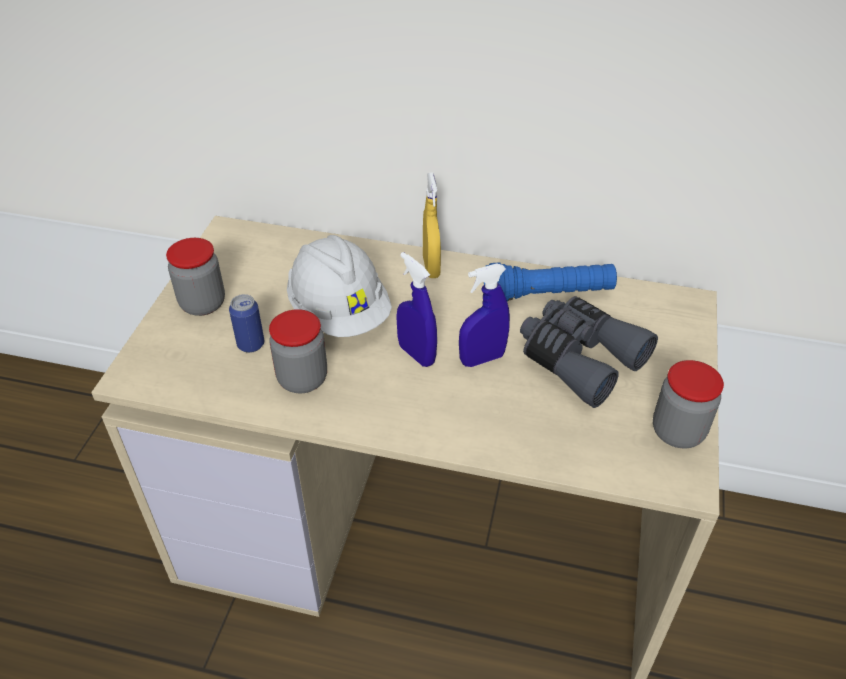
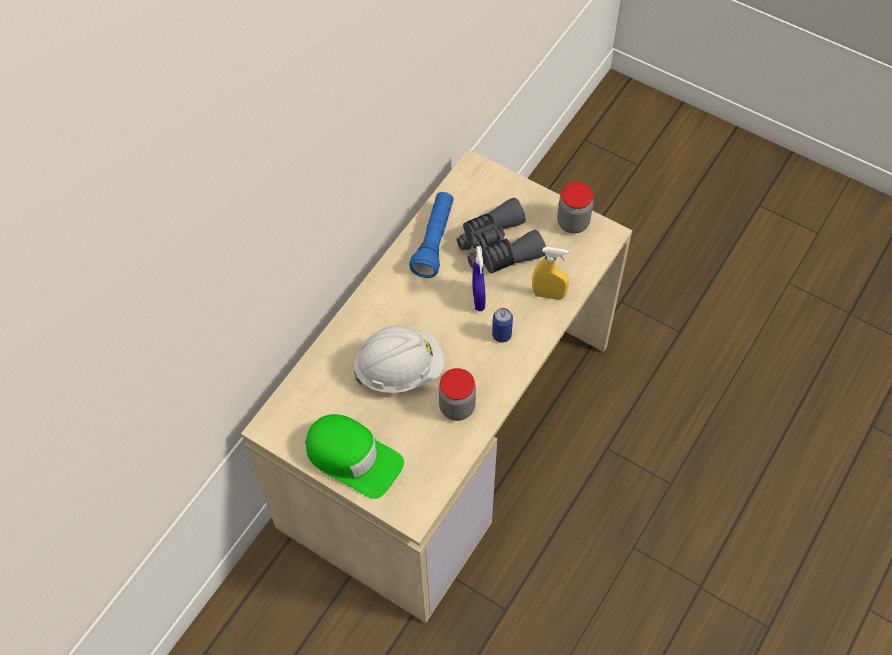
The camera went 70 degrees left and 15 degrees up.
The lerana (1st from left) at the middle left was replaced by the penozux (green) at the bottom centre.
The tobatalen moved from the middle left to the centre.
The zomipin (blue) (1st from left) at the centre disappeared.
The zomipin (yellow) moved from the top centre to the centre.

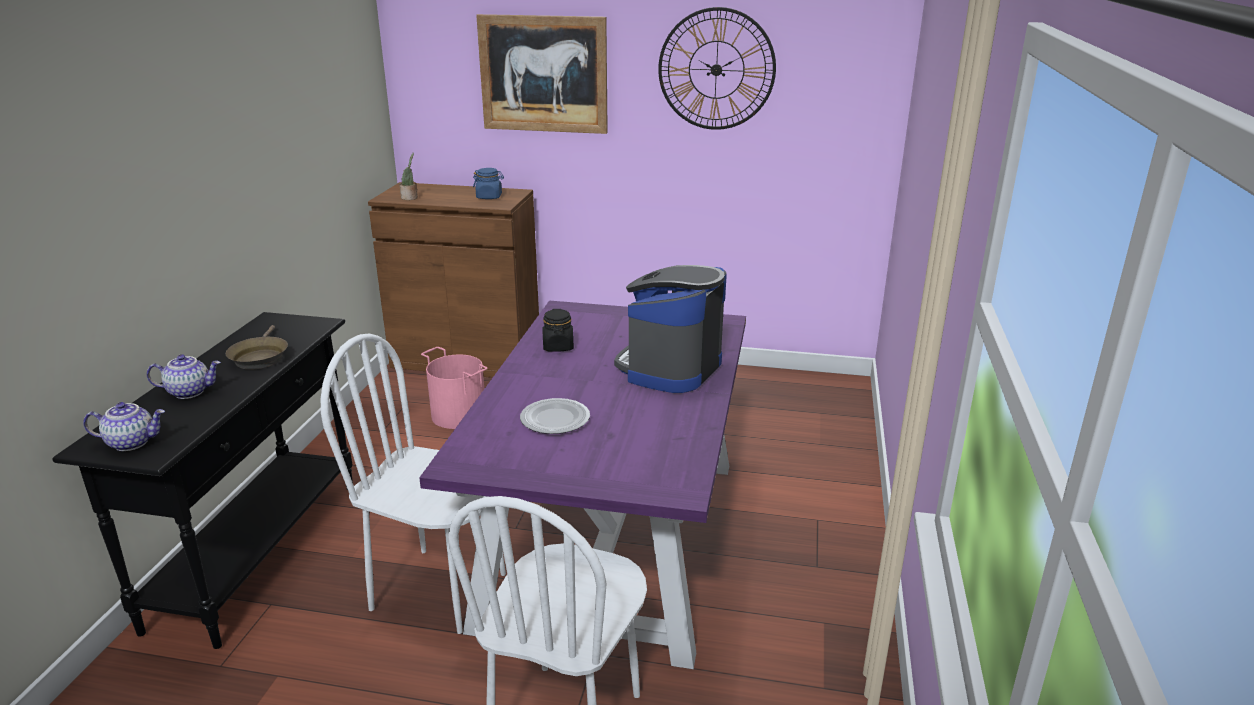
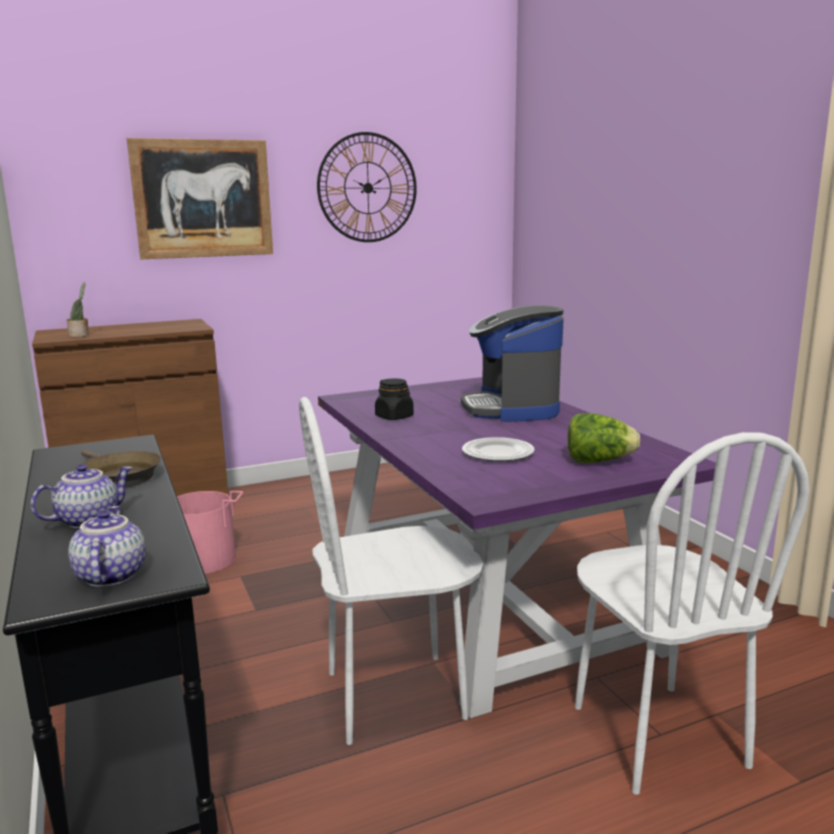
The camera went 35 degrees left and 10 degrees down.
The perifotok (1st from left in the first image) at the middle left turned 60 degrees counterclockwise.
The lerana (blue) at the top centre disappeared.
The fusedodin at the middle right appeared.

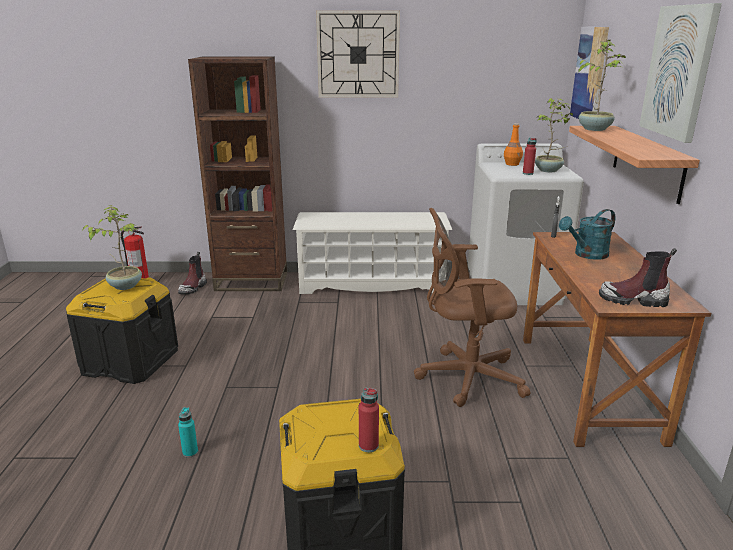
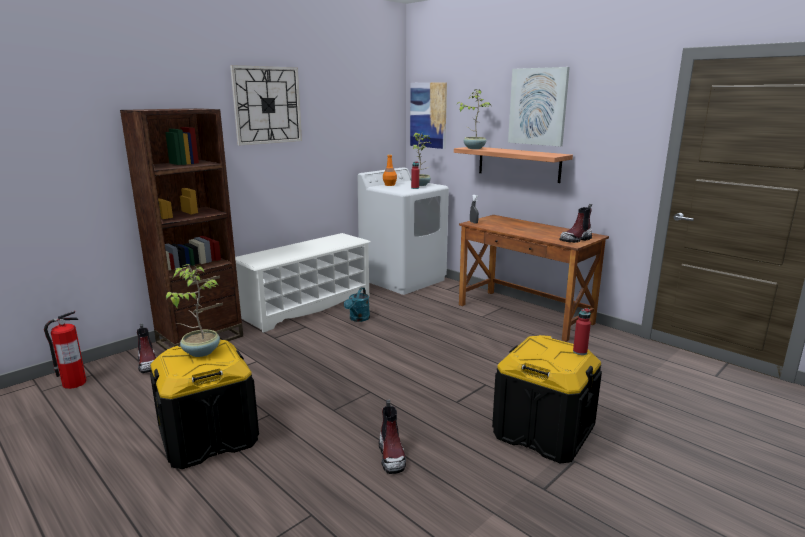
The camera went 45 degrees left and 5 degrees down.
The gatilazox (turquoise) at the bottom left was replaced by the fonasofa (2nd from left) at the bottom centre.
The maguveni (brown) at the centre disappeared.
The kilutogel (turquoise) moved from the middle right to the centre.

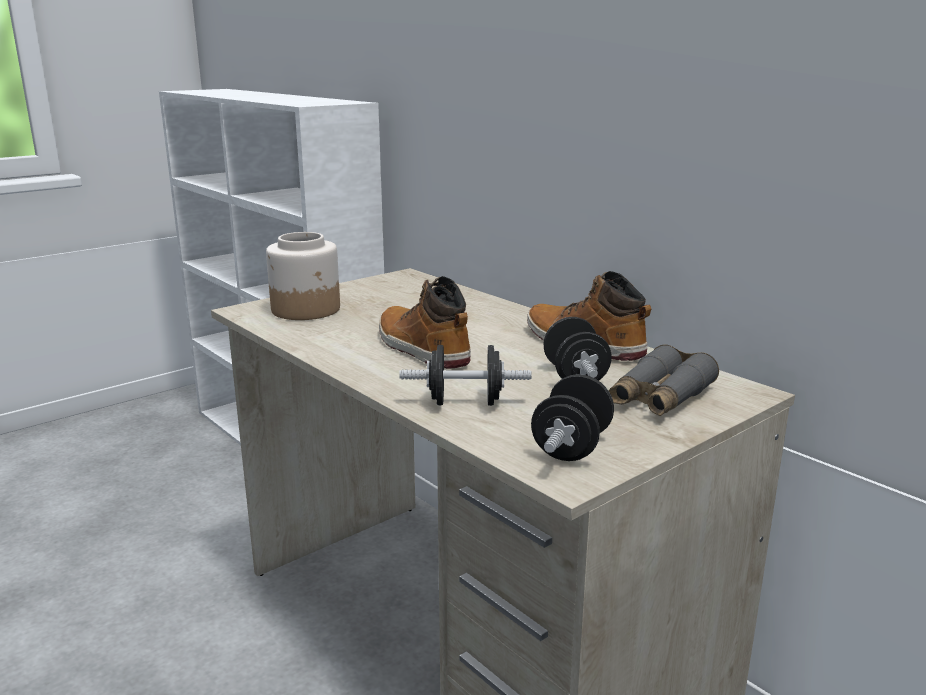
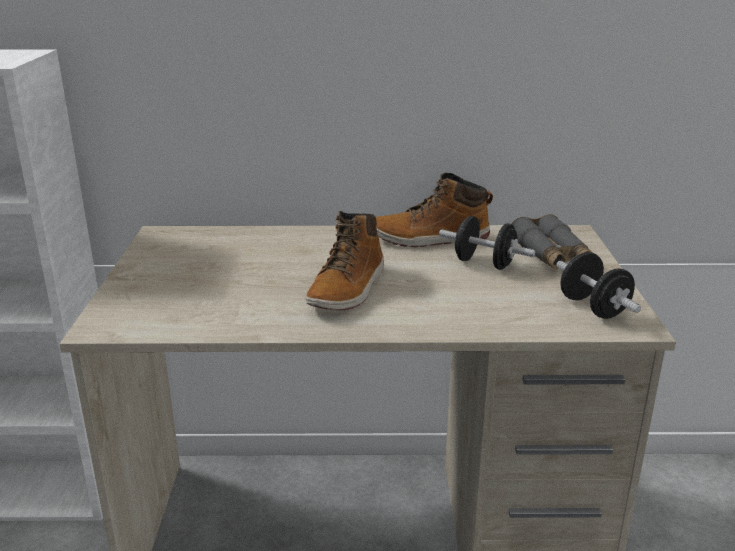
The camera went 50 degrees left and 5 degrees up.
The lerana at the middle left disappeared.
The fonasofa (1st from left) at the centre turned 75 degrees counterclockwise.
The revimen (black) (1st from left) at the centre disappeared.

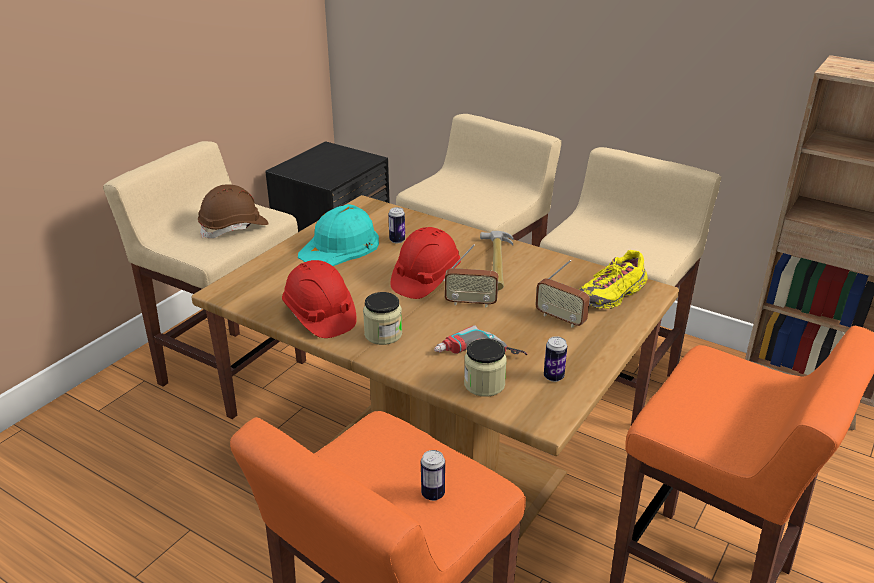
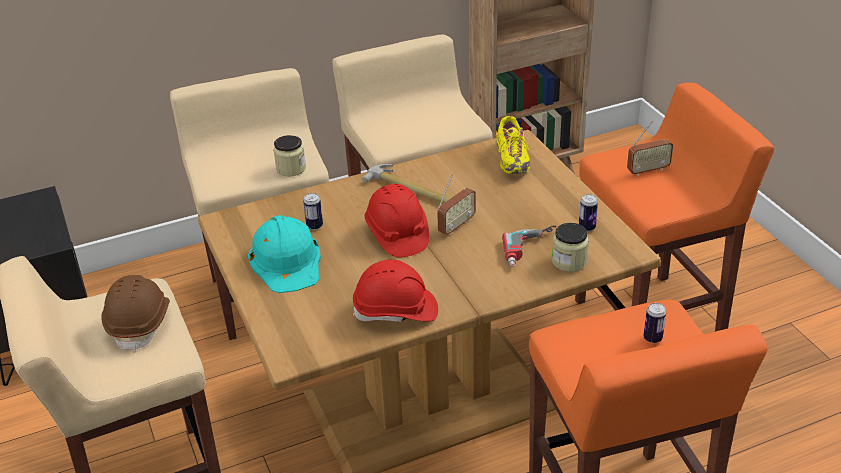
The camera went 55 degrees left and 5 degrees up.
The lerana (1st from left) moved from the centre to the top centre.
The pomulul (2nd from left) moved from the centre to the top right.

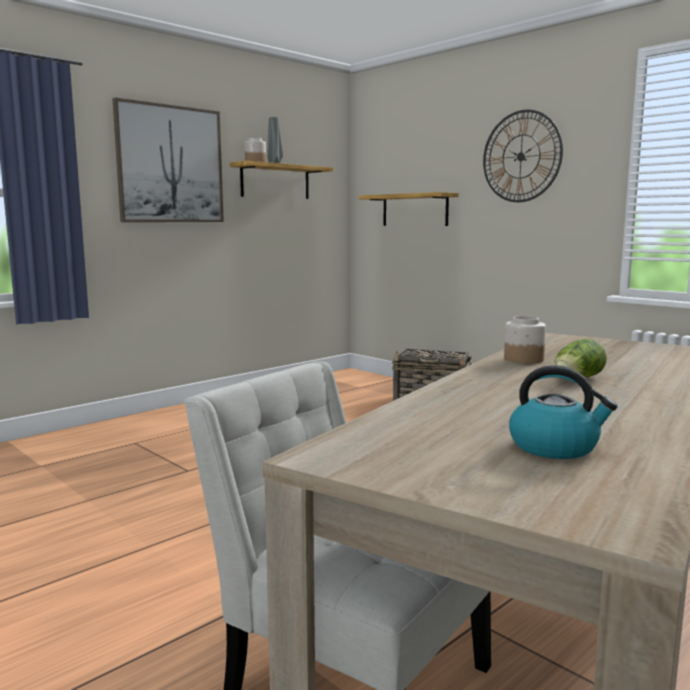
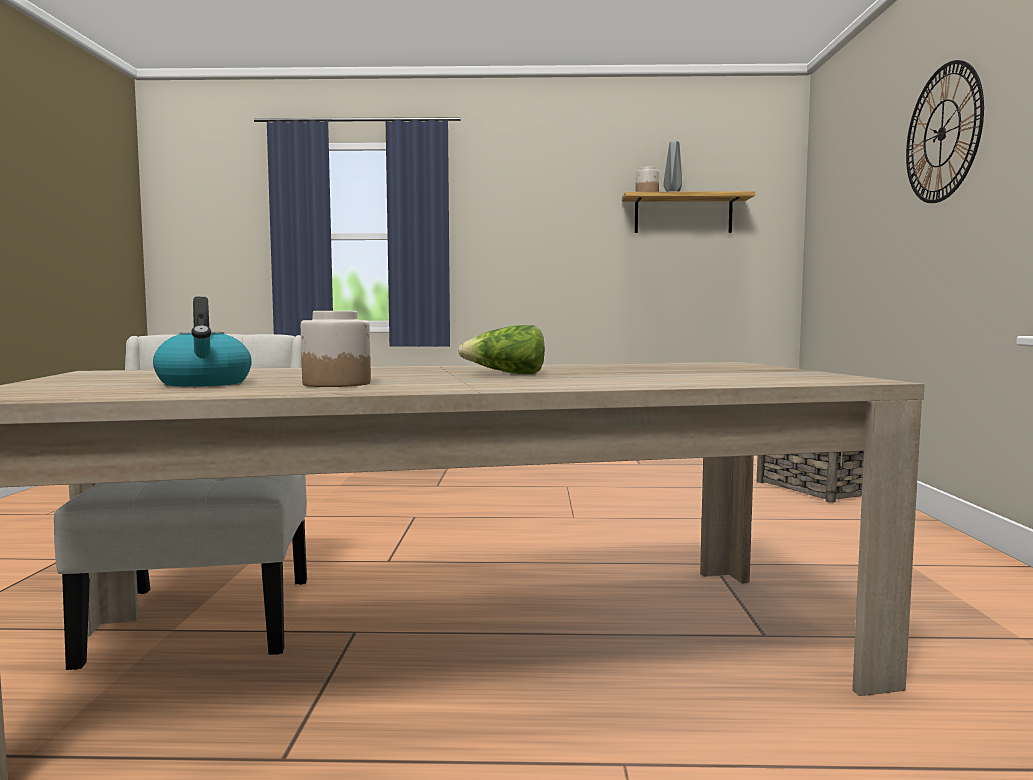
The camera went 45 degrees right and 5 degrees down.
The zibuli at the top left disappeared.
The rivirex (2nd from left) at the top centre disappeared.
The lerana (2nd from left in the first image) moved from the middle right to the middle left.

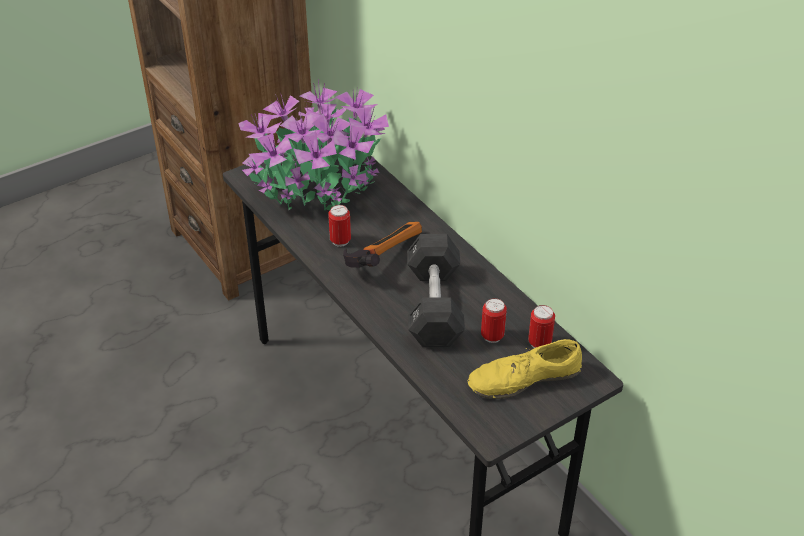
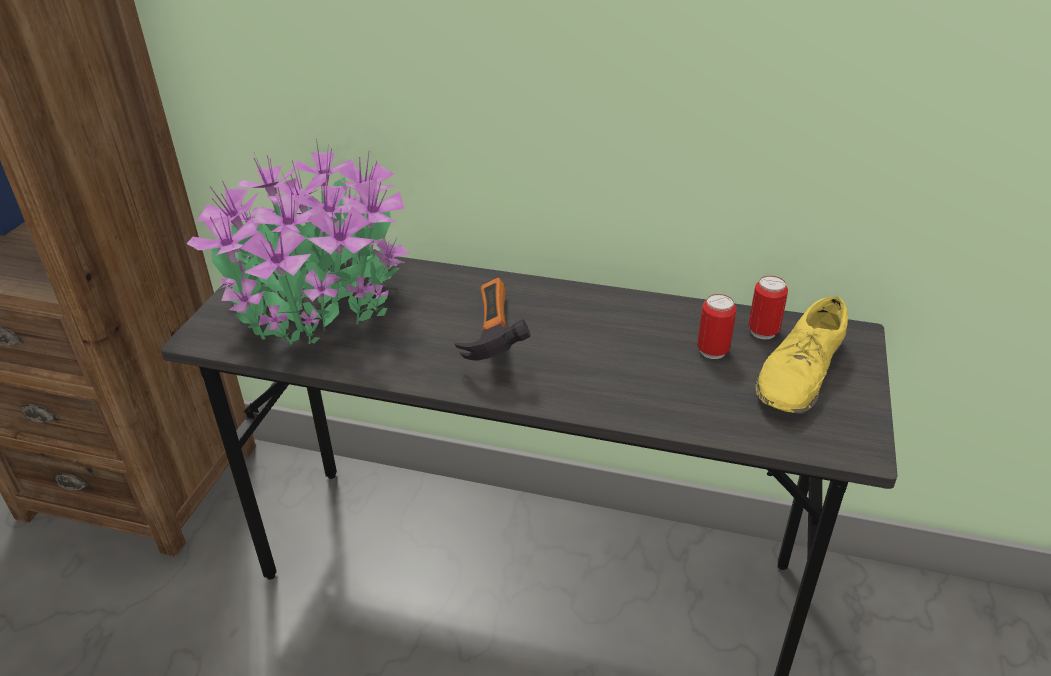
The camera went 40 degrees left and 5 degrees down.
The tobatalen (1st from left) at the centre disappeared.
The revimen (black) at the centre disappeared.

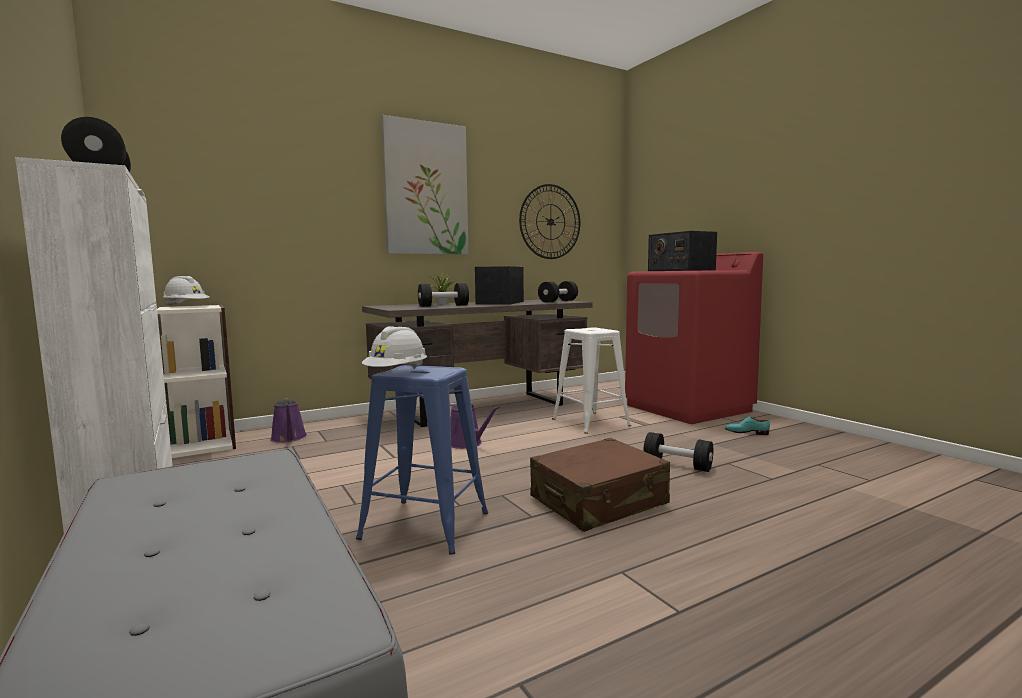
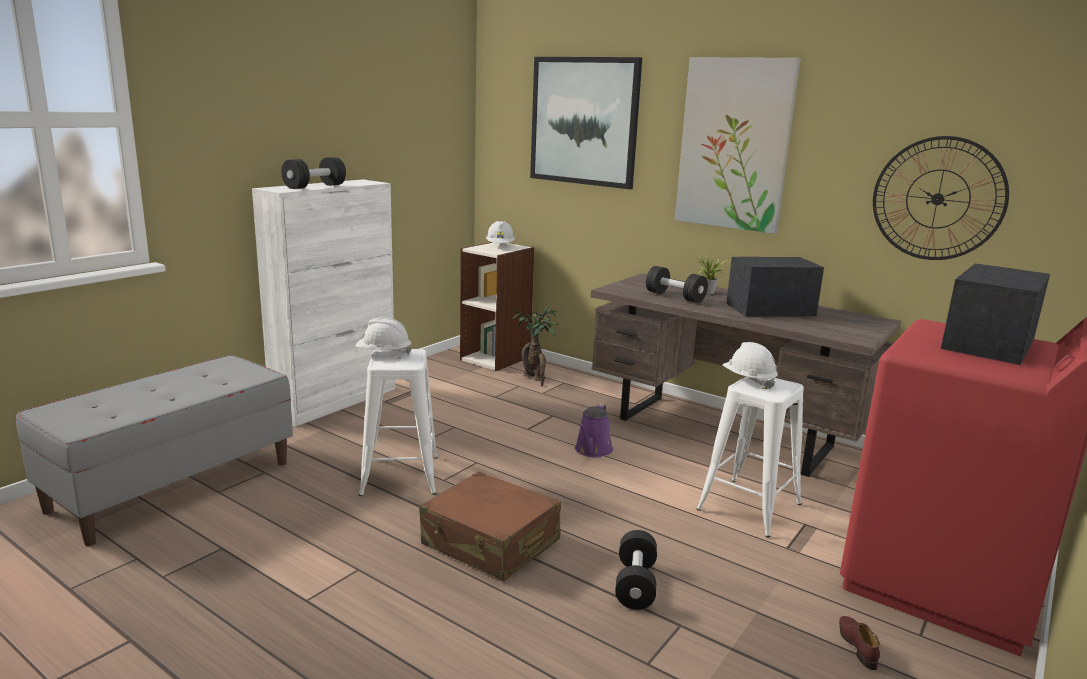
The camera went 65 degrees right and 10 degrees up.
The kilutogel (purple) (1st from left) at the middle left was replaced by the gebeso (1st from left) at the centre.
The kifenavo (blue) at the centre became the kifenavo (white) (1st from left) at the centre.
The revimen (black) (3rd from left) at the centre disappeared.
The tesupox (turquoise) at the middle right became the tesupox (brown) at the bottom right.
The zibuli (1st from left) at the top centre appeared.
The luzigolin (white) (3rd from left) at the middle right appeared.

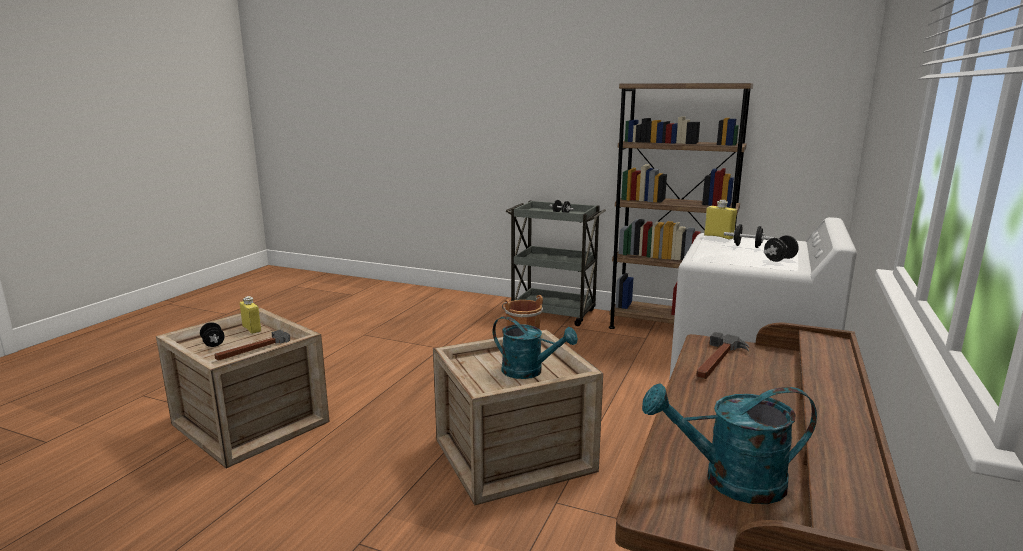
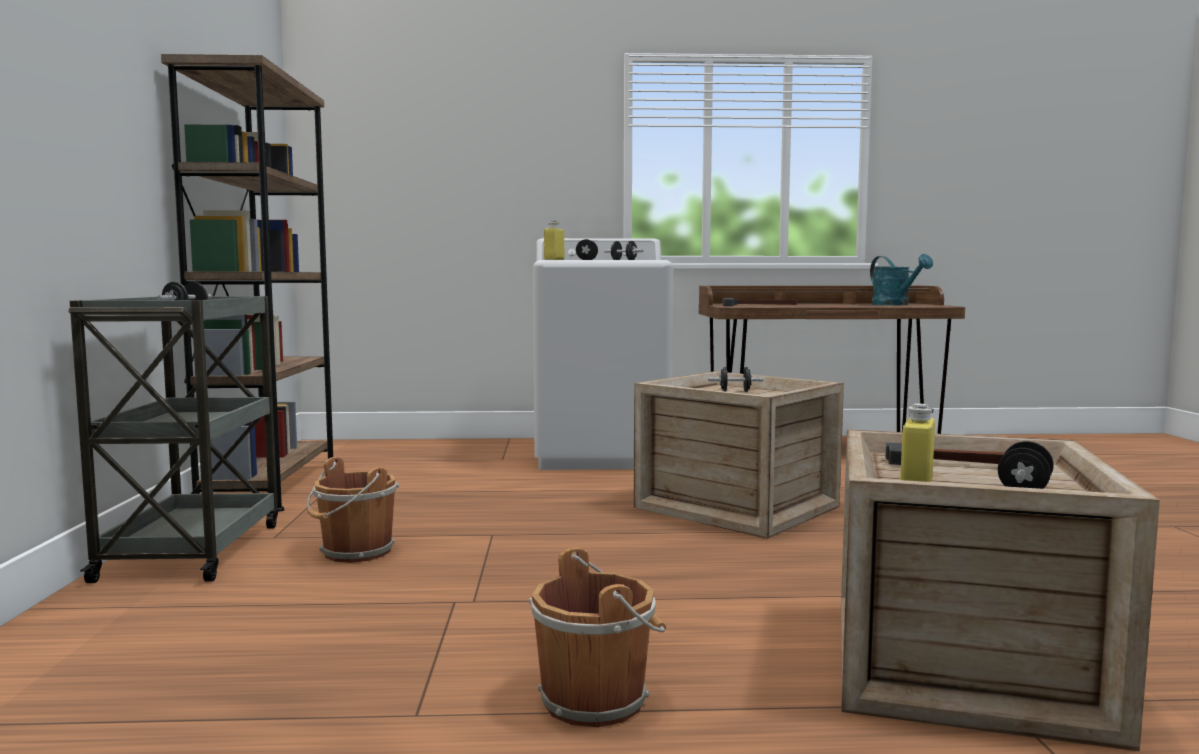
The camera went 115 degrees left and 10 degrees down.
The kilutogel (turquoise) (1st from left) at the centre was replaced by the revimen (black) (4th from left) at the centre.
The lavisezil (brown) (2nd from left) at the bottom centre appeared.

